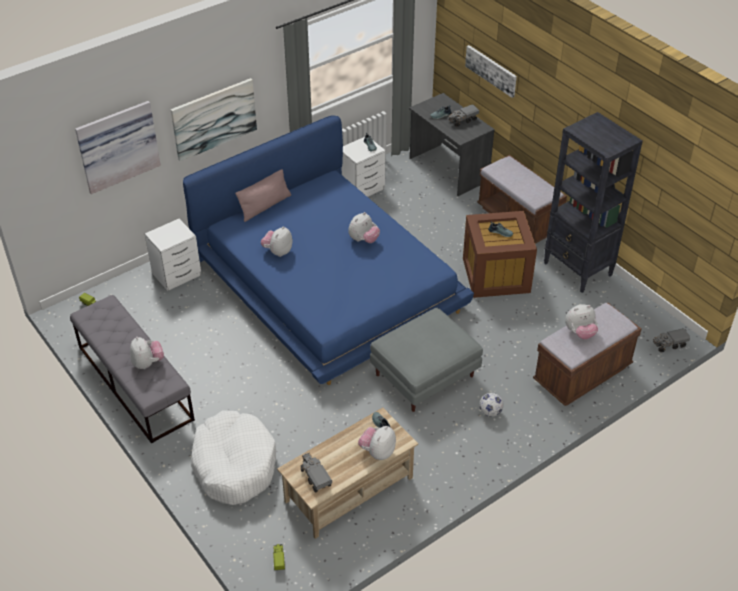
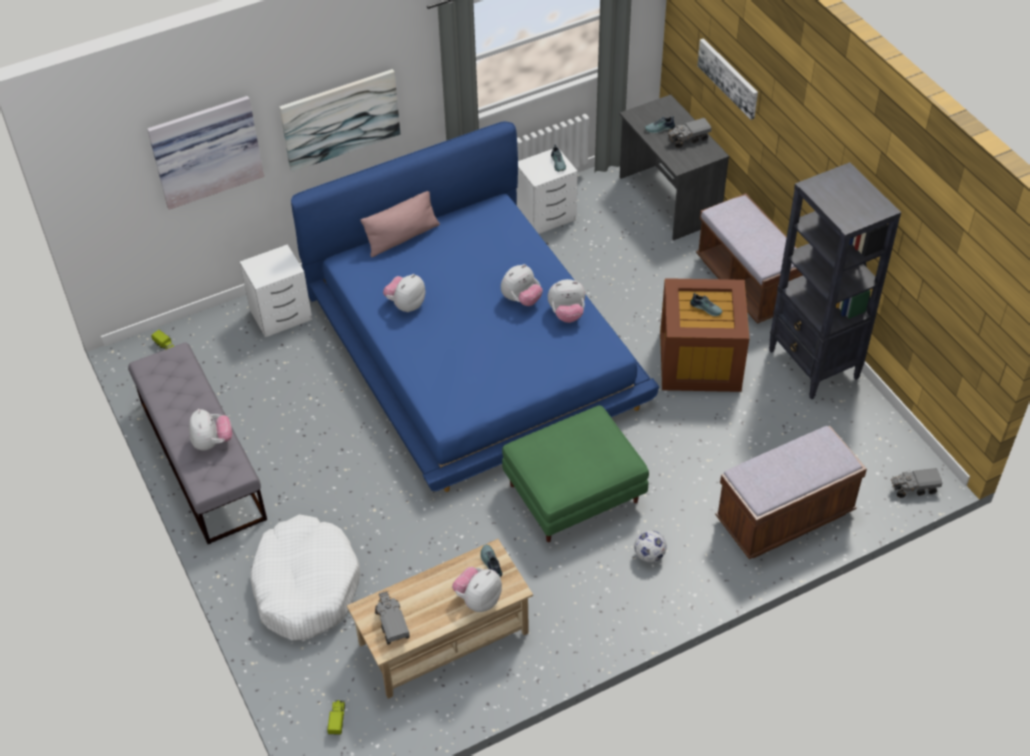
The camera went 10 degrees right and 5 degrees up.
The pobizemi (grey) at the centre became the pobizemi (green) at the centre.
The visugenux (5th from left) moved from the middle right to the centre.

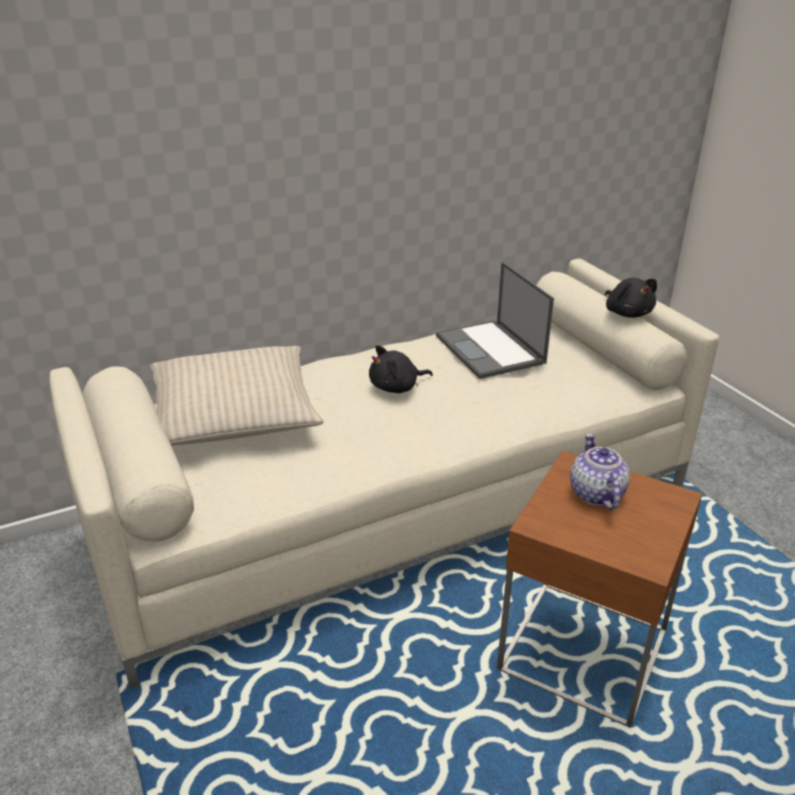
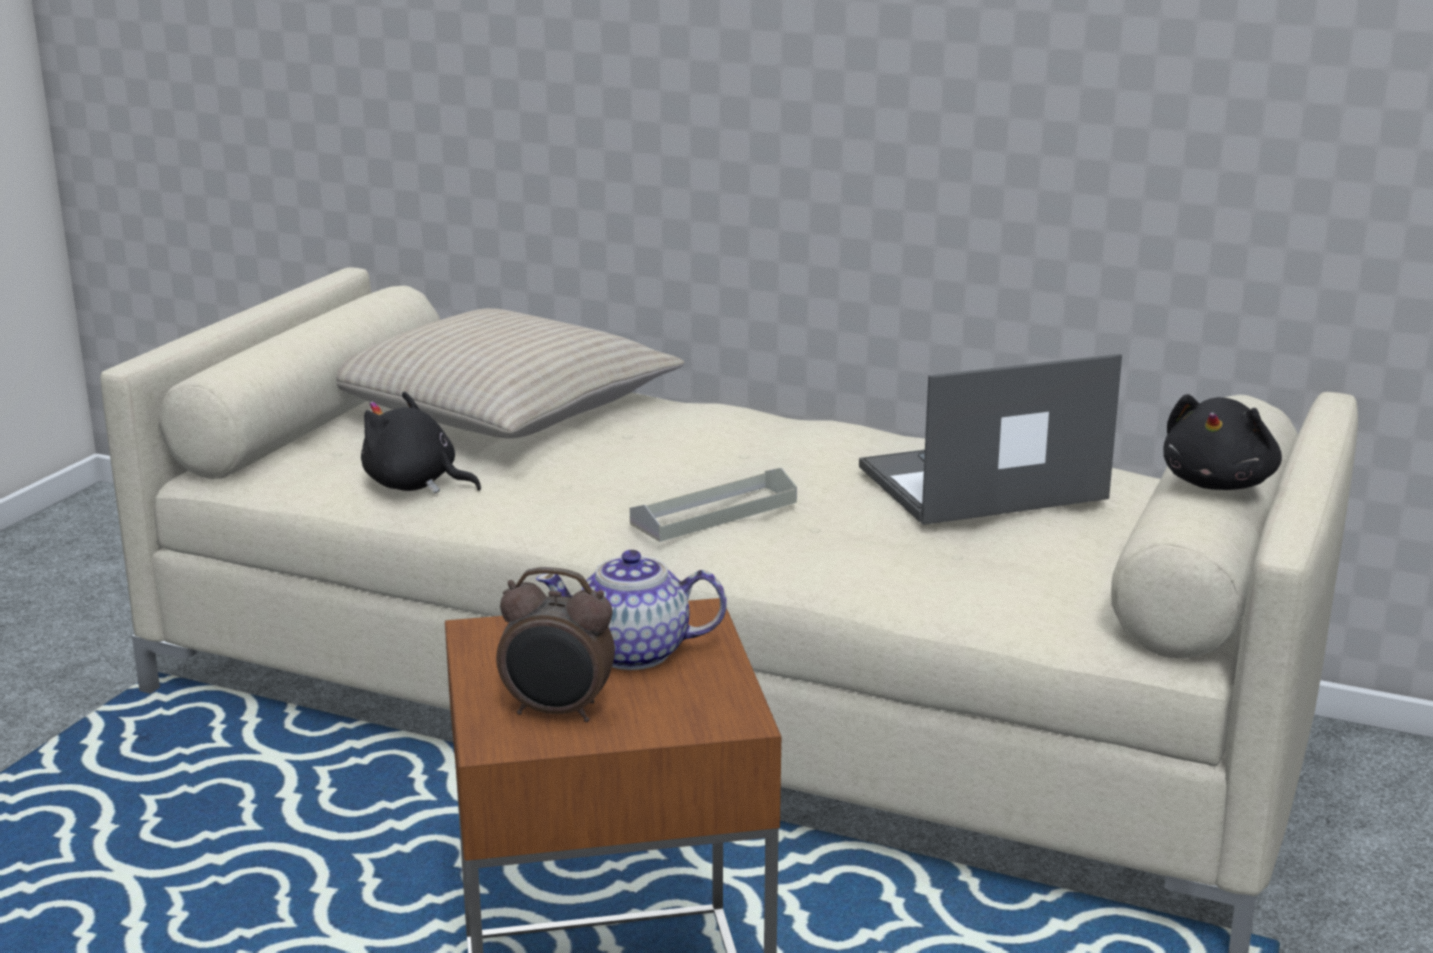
The camera went 50 degrees right and 10 degrees down.
The visugenux (black) (1st from left) moved from the centre to the middle left.
The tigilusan at the centre turned 45 degrees clockwise.
The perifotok at the middle right turned 135 degrees counterclockwise.
The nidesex at the bottom centre appeared.
The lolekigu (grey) at the centre appeared.

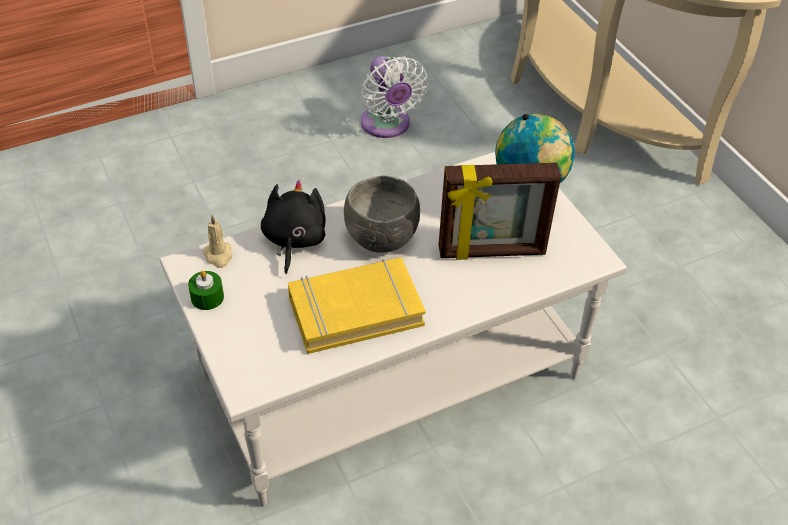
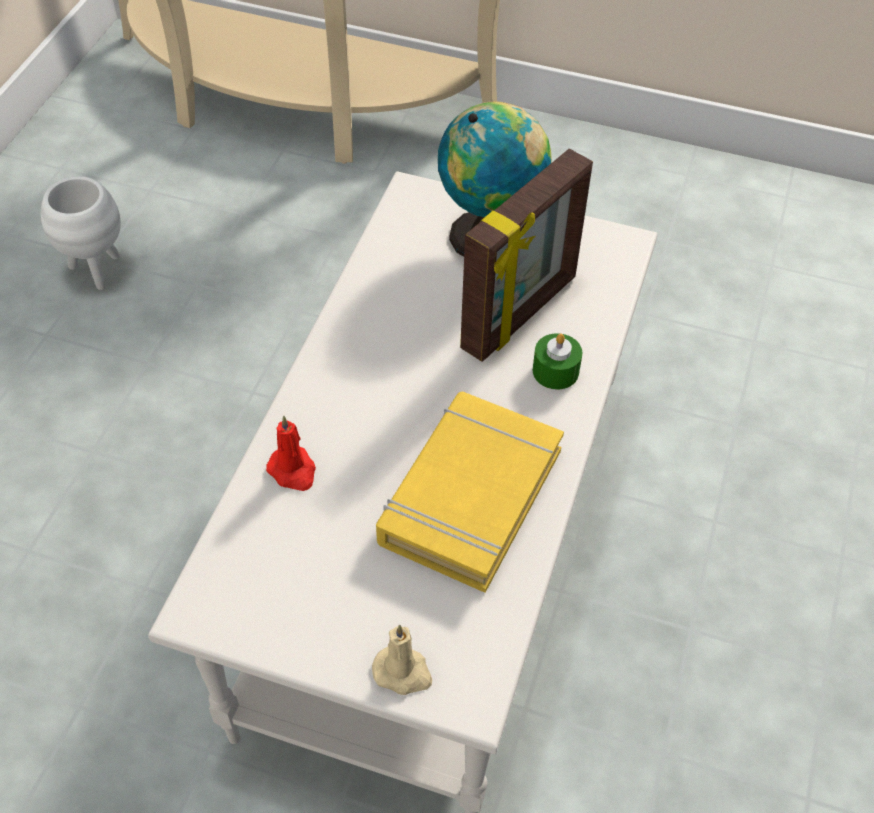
The camera went 45 degrees left and 5 degrees up.
The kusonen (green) moved from the middle left to the centre.
The kusonen (beige) moved from the middle left to the bottom centre.
The visugenux (black) at the centre was replaced by the kusonen (red) at the middle left.
The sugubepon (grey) at the centre disappeared.
The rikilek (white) at the top centre was replaced by the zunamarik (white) at the top left.

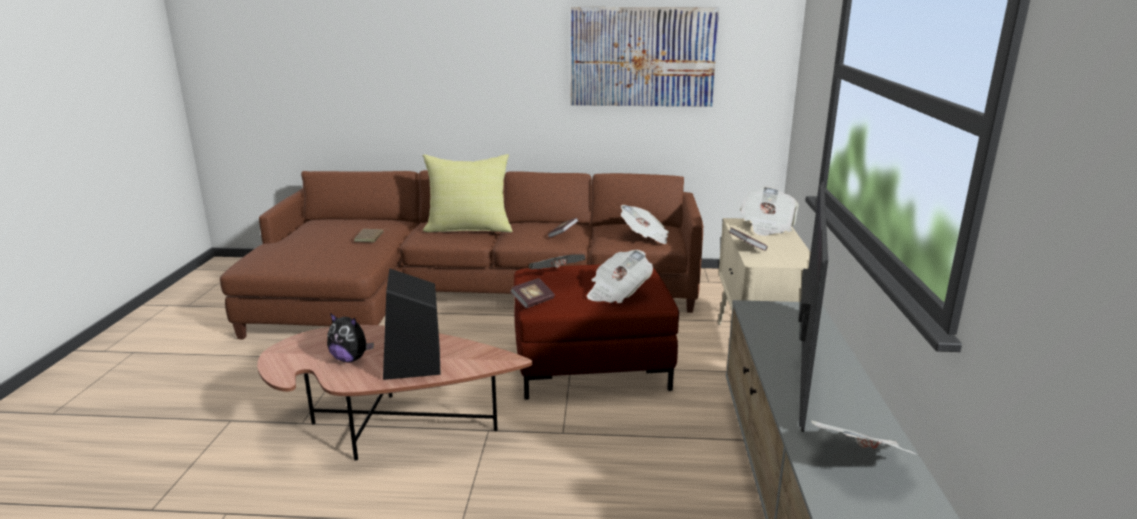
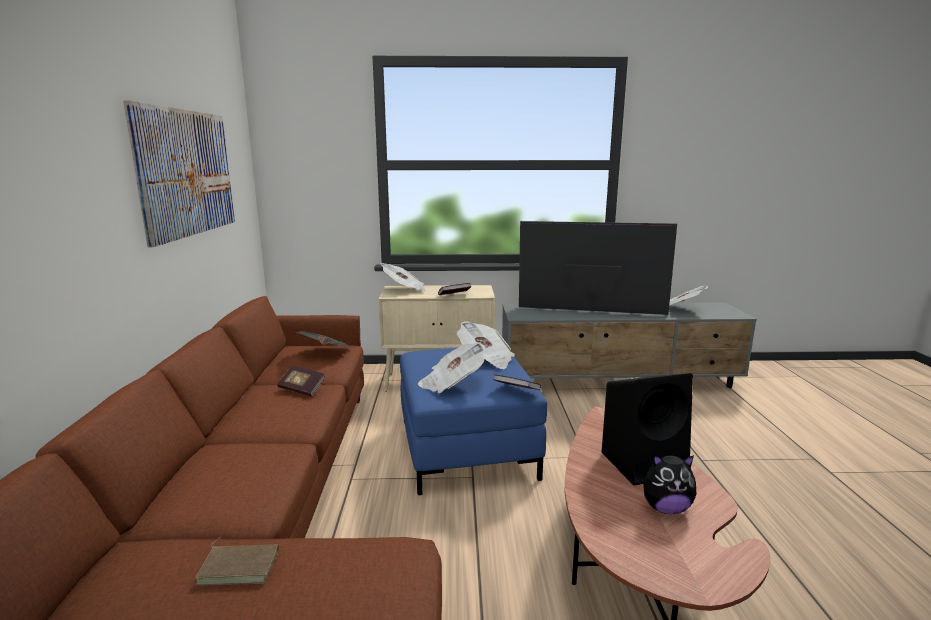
The camera went 95 degrees left and 5 degrees down.
The visugenux at the middle left turned 75 degrees clockwise.
The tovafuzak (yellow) at the centre disappeared.
The pobizemi (red) at the centre became the pobizemi (blue) at the bottom centre.

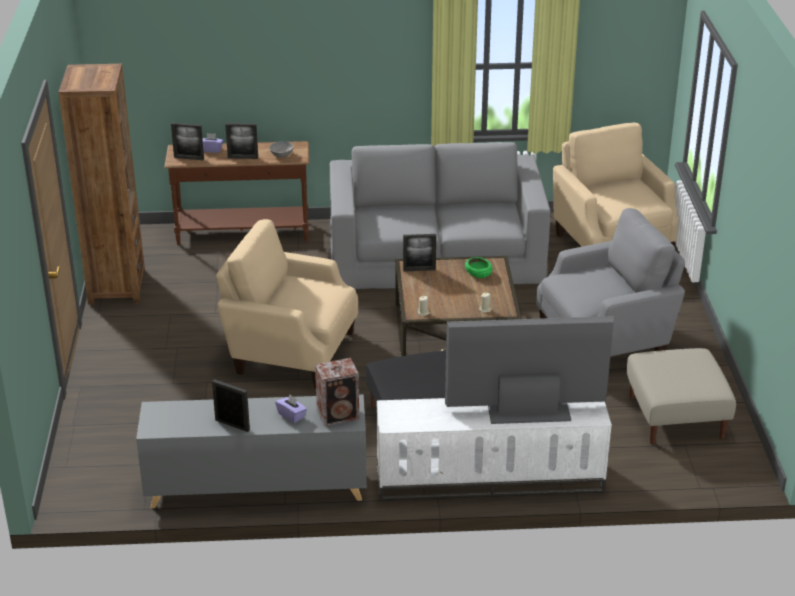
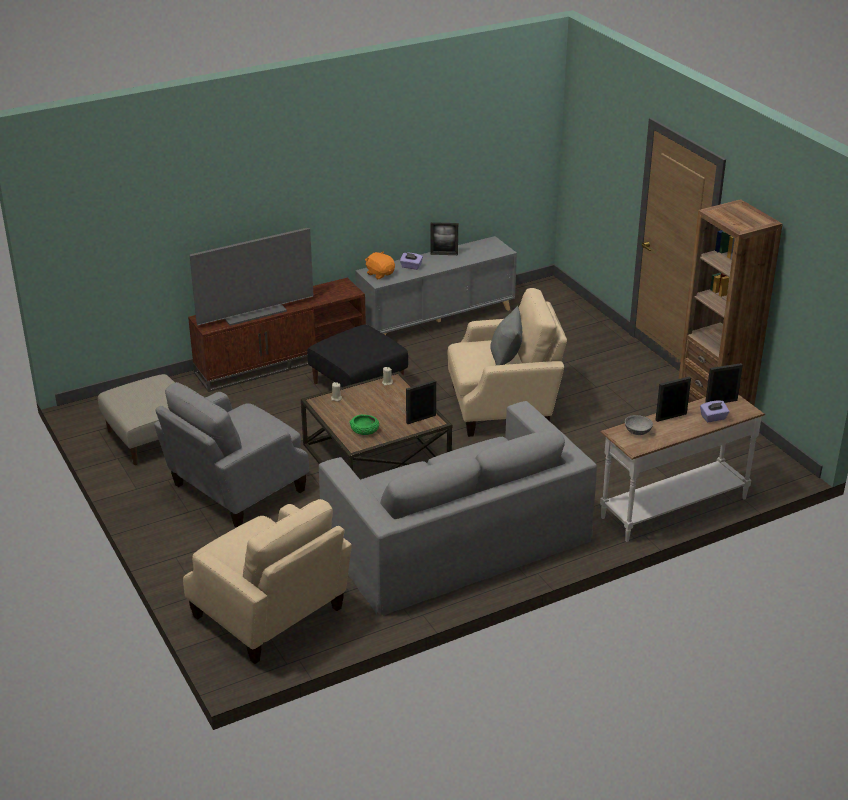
The camera went 155 degrees right and 0 degrees up.
The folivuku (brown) at the top left became the folivuku (white) at the middle right.
The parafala at the centre was replaced by the visugenux (orange) at the top centre.
The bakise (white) at the bottom centre became the bakise (brown) at the middle left.
The tovafuzak (grey) at the centre appeared.

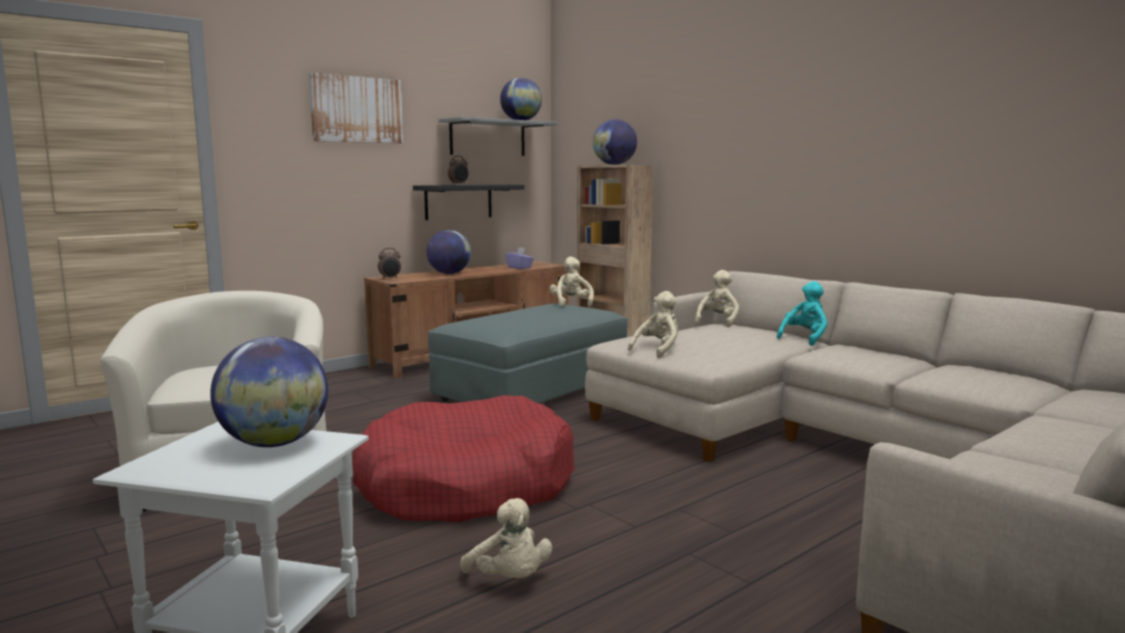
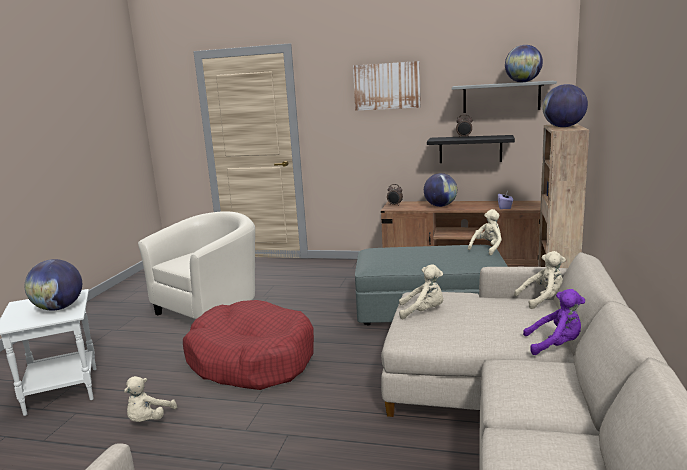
The camera went 55 degrees right and 5 degrees up.
The visugenux (turquoise) at the middle right became the visugenux (purple) at the bottom right.

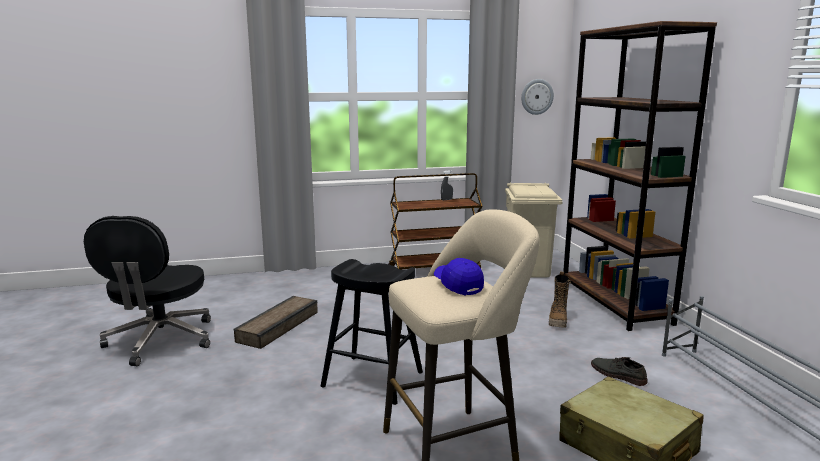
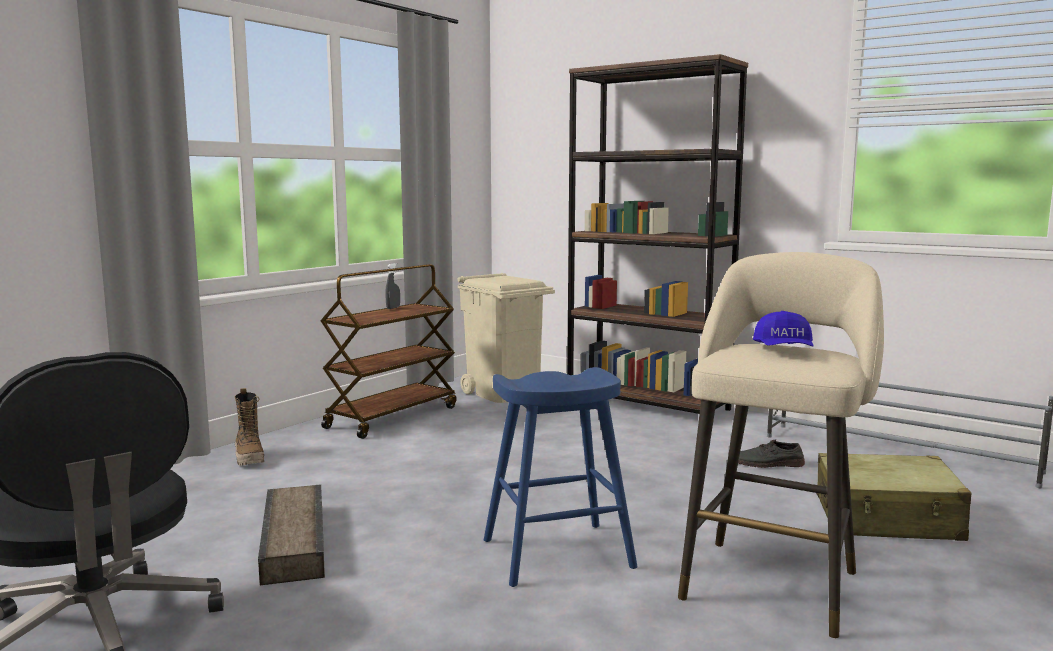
The camera went 40 degrees left and 5 degrees down.
The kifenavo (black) at the bottom centre became the kifenavo (blue) at the bottom centre.
The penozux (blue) at the centre turned 105 degrees counterclockwise.
The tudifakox at the top centre disappeared.
The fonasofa moved from the middle right to the middle left.

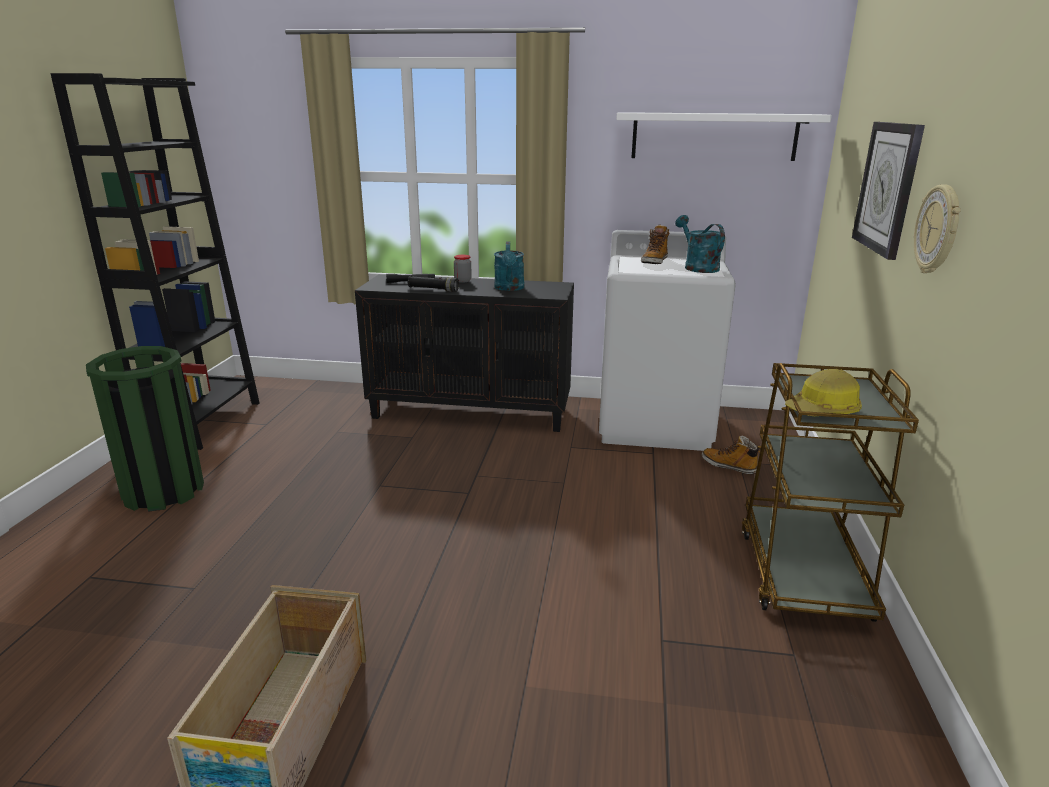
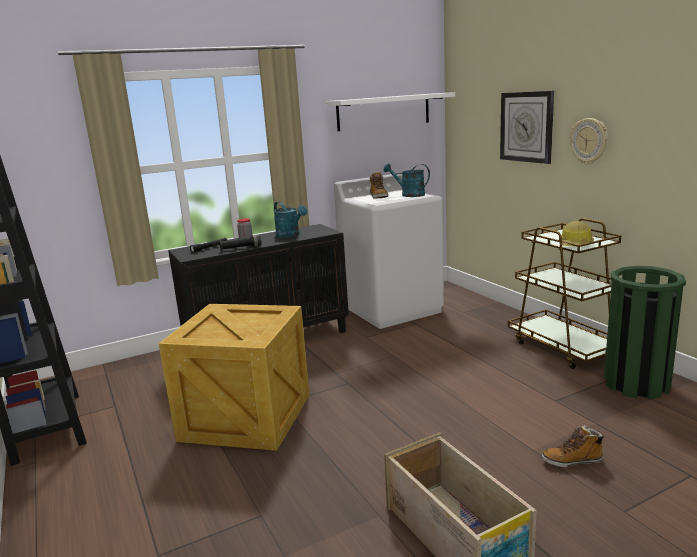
The camera went 35 degrees left and 5 degrees down.
The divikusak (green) moved from the middle left to the middle right.
The fonasofa (2nd from left) moved from the middle right to the bottom right.
The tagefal (1st from left) at the bottom centre appeared.

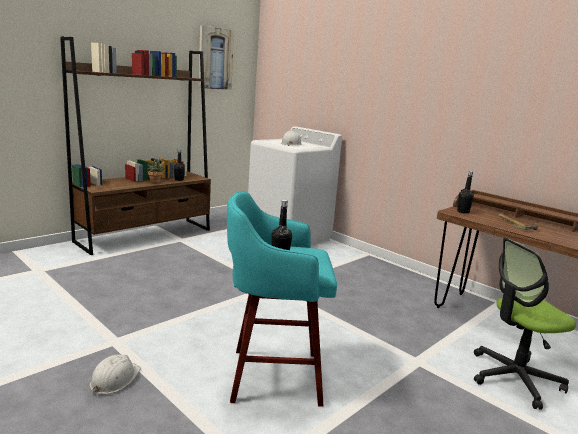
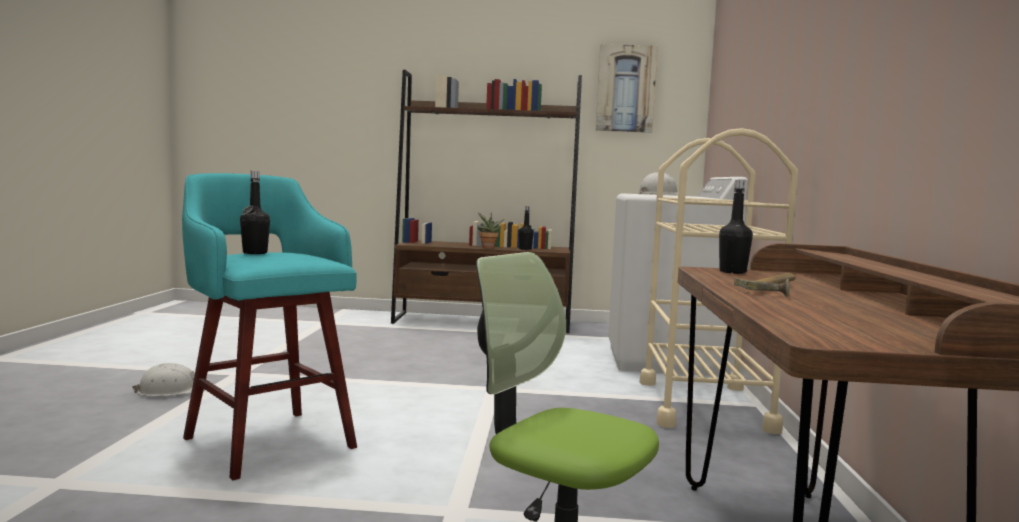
The camera went 50 degrees right and 10 degrees down.
The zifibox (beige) at the middle right appeared.

